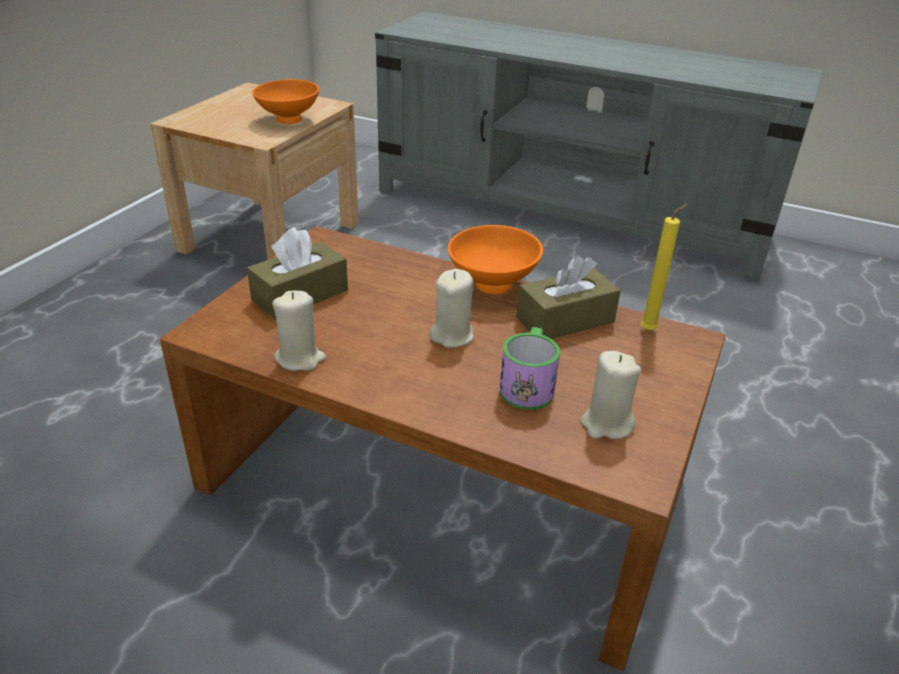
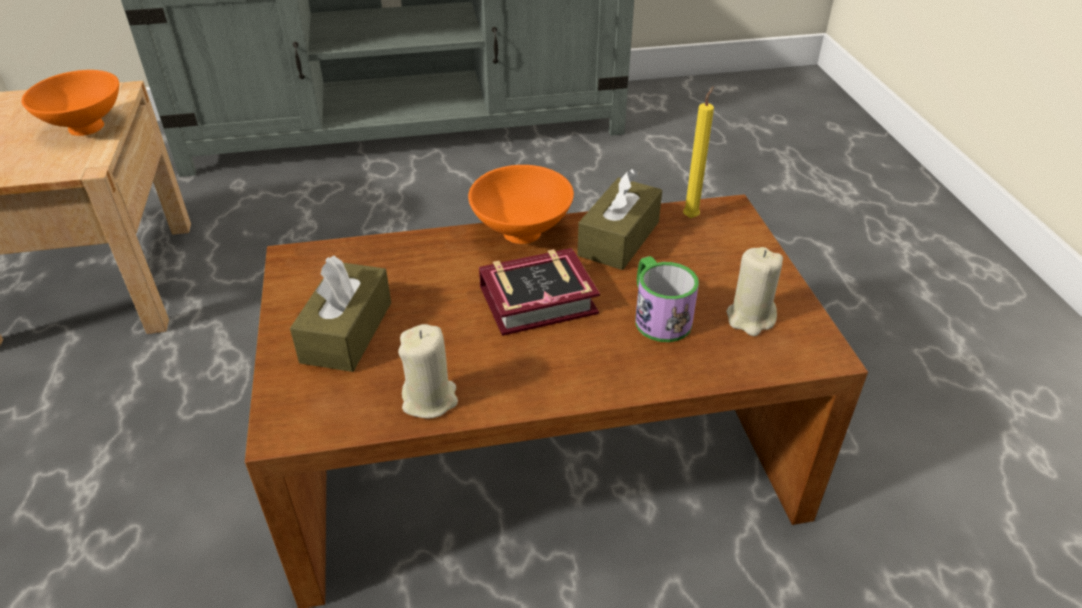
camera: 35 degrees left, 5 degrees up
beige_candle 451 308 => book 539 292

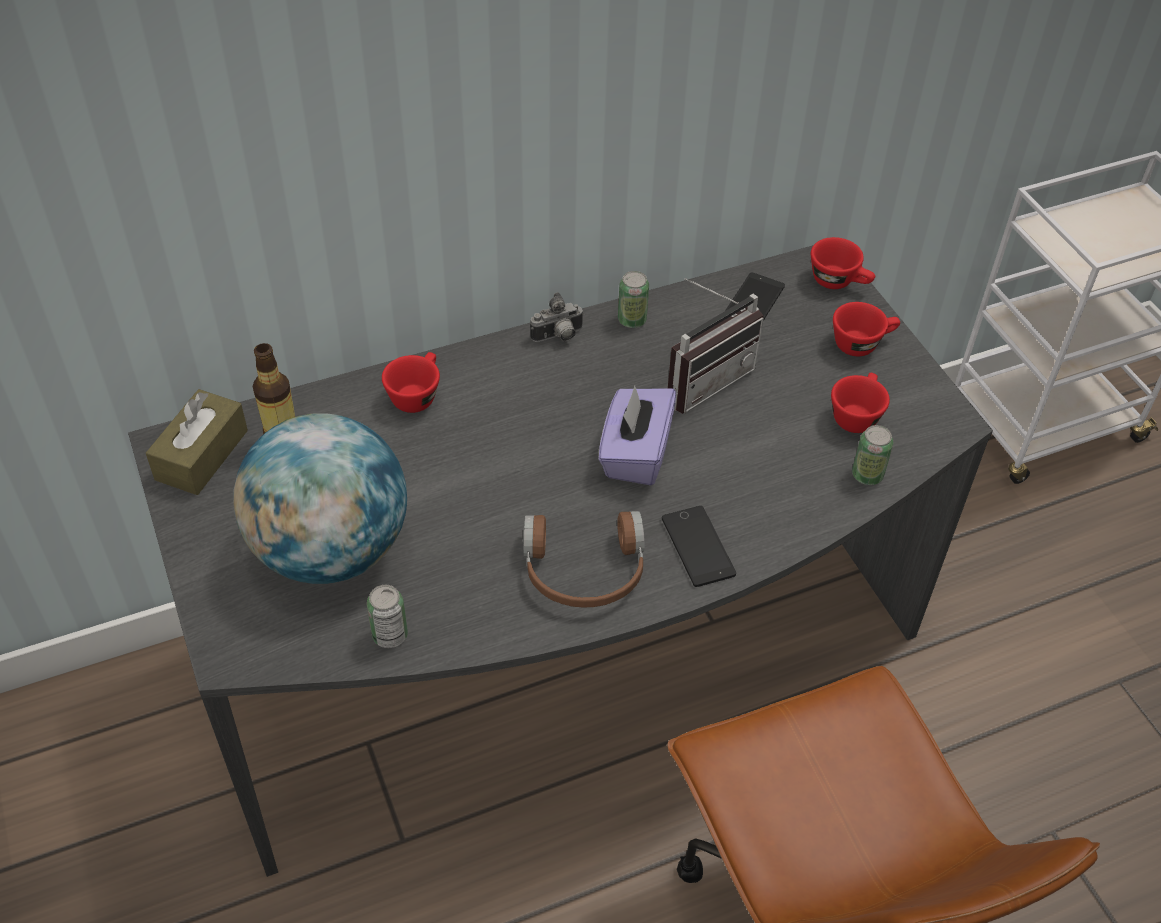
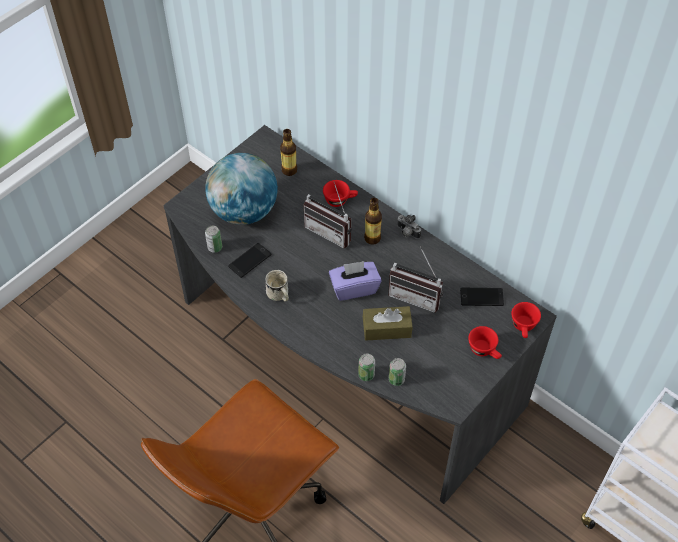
camera: 65 degrees right, 5 degrees up
brown_tissue_box 197 442 => brown_tissue_box 388 323, move
brown_headphones 584 559 => white_mug 277 286
can 633 299 => can 366 367, move
phone 699 546 => phone 249 260, move
red_cup 860 403 => nothing
nothing => radio 327 215
nothing => bottle 373 221

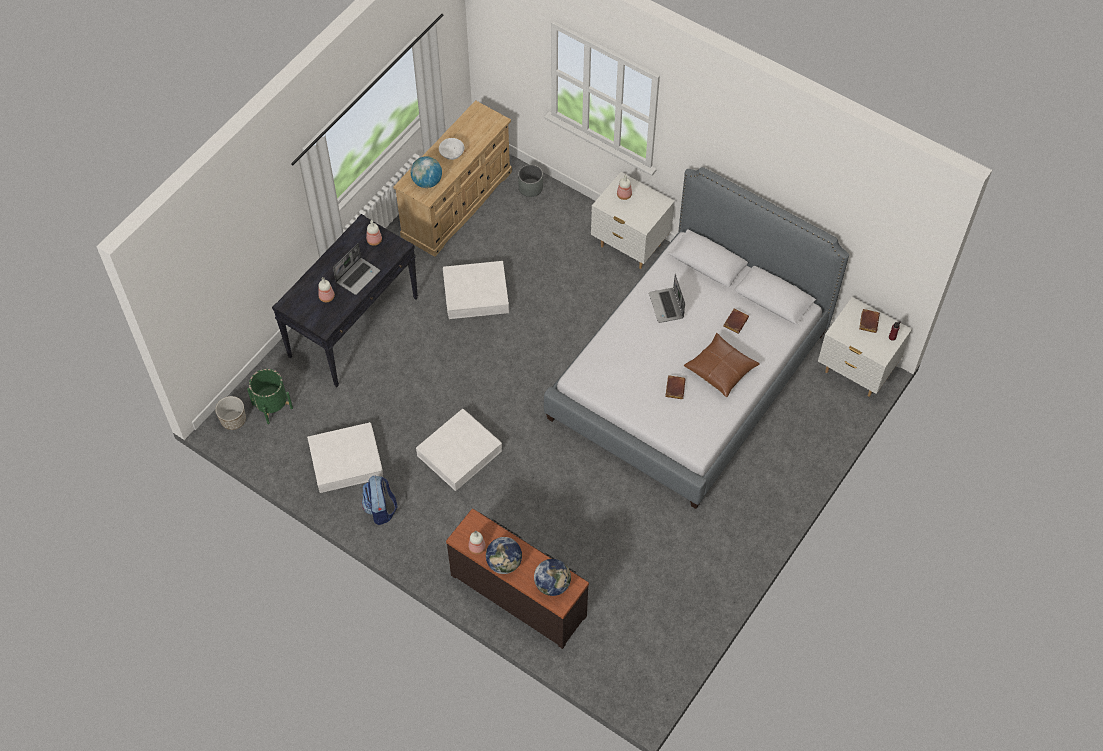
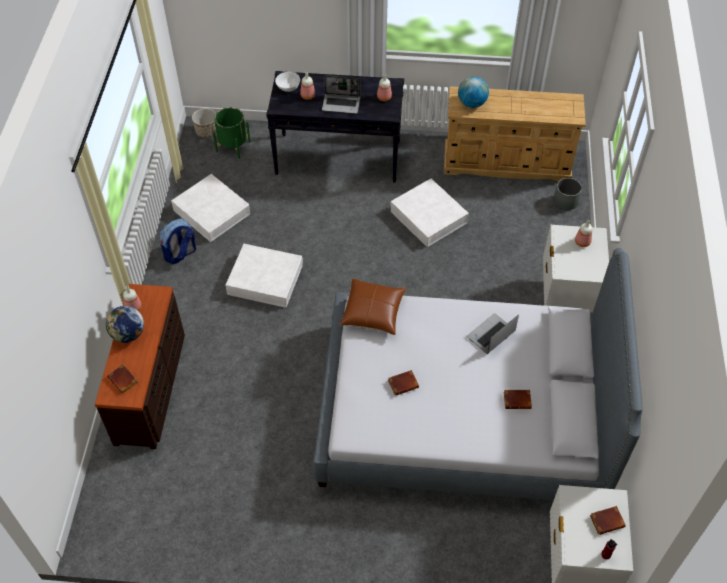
camera: 60 degrees right, 5 degrees down
white_bowl 451 149 => white_bowl 287 82, move
globe 552 577 => brown_book 122 379
brown_pillow 722 365 => brown_pillow 373 307, move

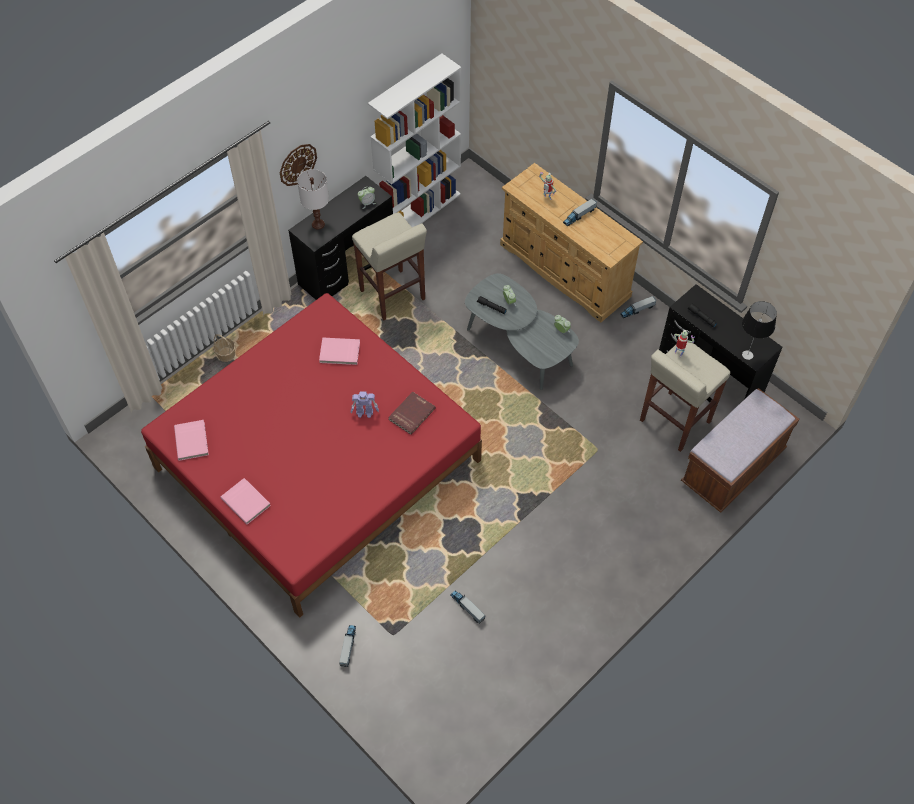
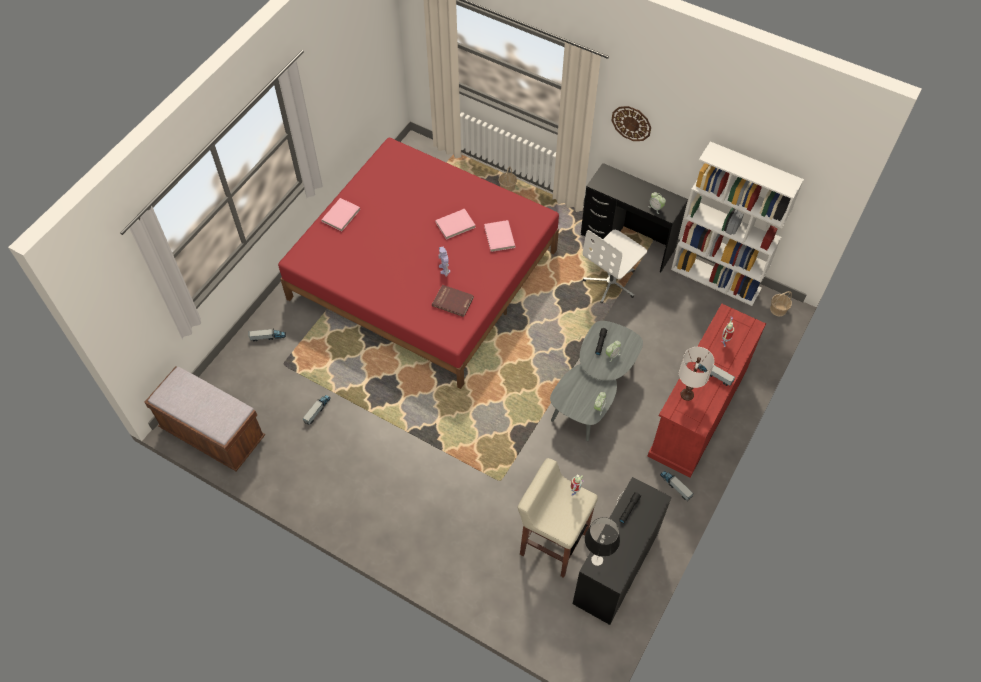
camera: 75 degrees right, 0 degrees up
pink_book 191 440 => pink_book 455 224, move
white_table_lamp 313 199 => white_table_lamp 696 374, move
beige_stool 389 266 => white_office_chair 615 266
beige_dresser 571 242 => red_dresser 707 391
brown_bench 740 450 => brown_bench 204 419, move
nothing => basket 781 303

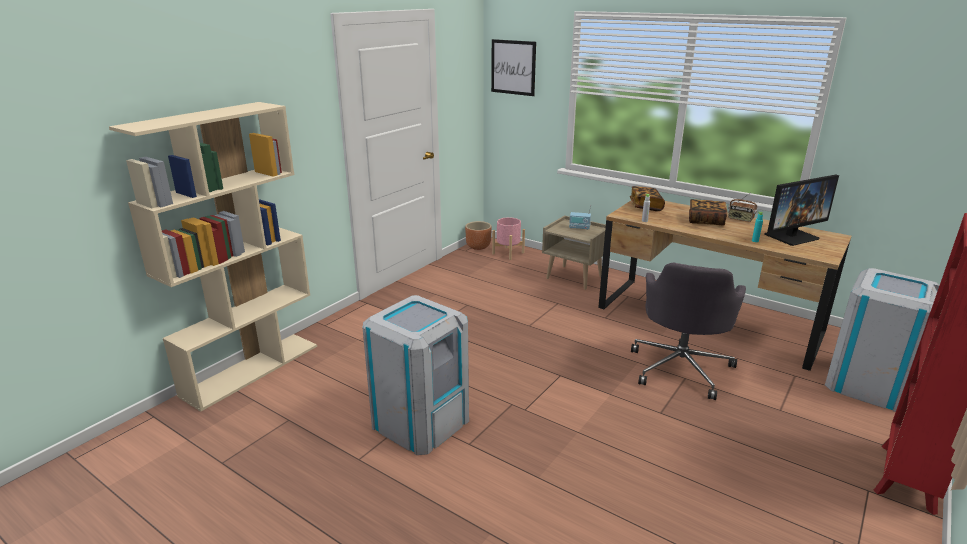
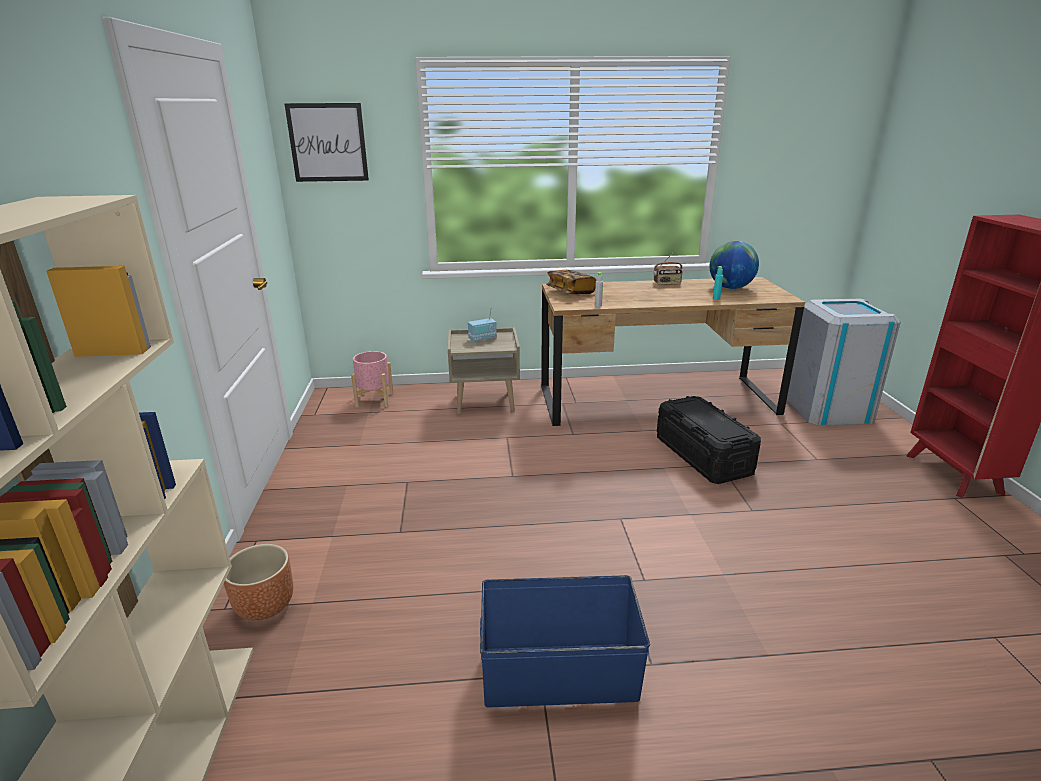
camera: 40 degrees left, 0 degrees up
grey_trash_can 416 375 => blue_storage_box 565 641
brown_planter 478 235 => brown_planter 258 582, move
grey_office_chair 688 331 => black_storage_box 709 440
book 708 212 => nothing
monitor 801 210 => globe 734 265

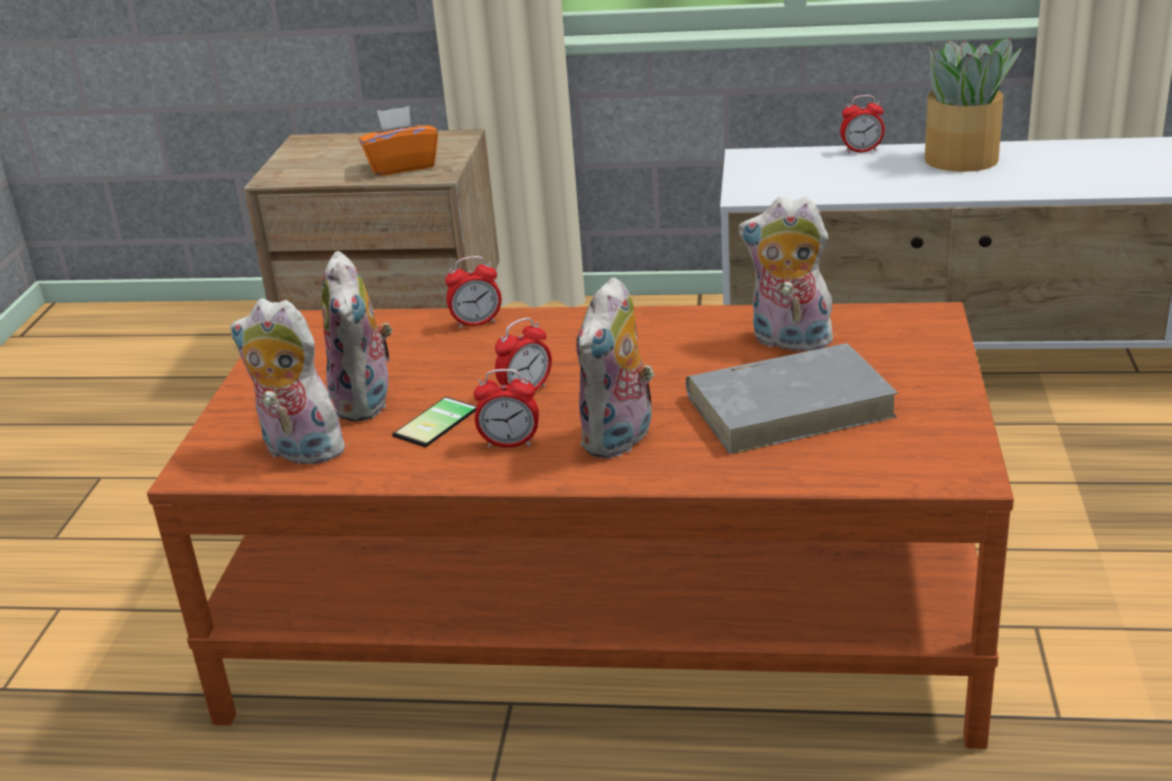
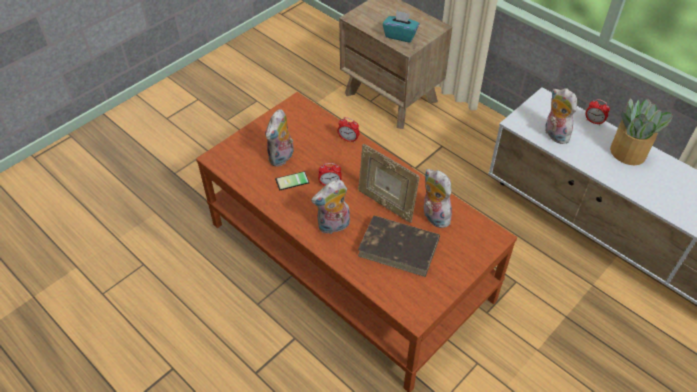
camera: 35 degrees right, 20 degrees up
plush_toy 290 381 => plush_toy 561 116, move
orange_tissue_box 398 141 => turquoise_tissue_box 401 26
alarm_clock 506 408 => nothing
grey_book 792 398 => brown_book 399 246
nothing => picture_frame 389 183

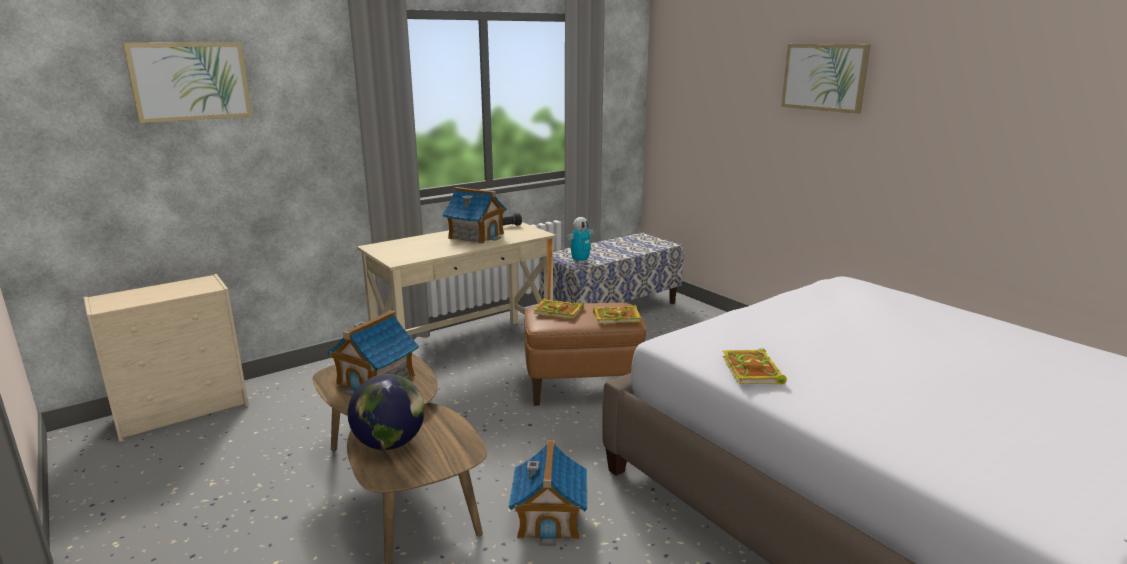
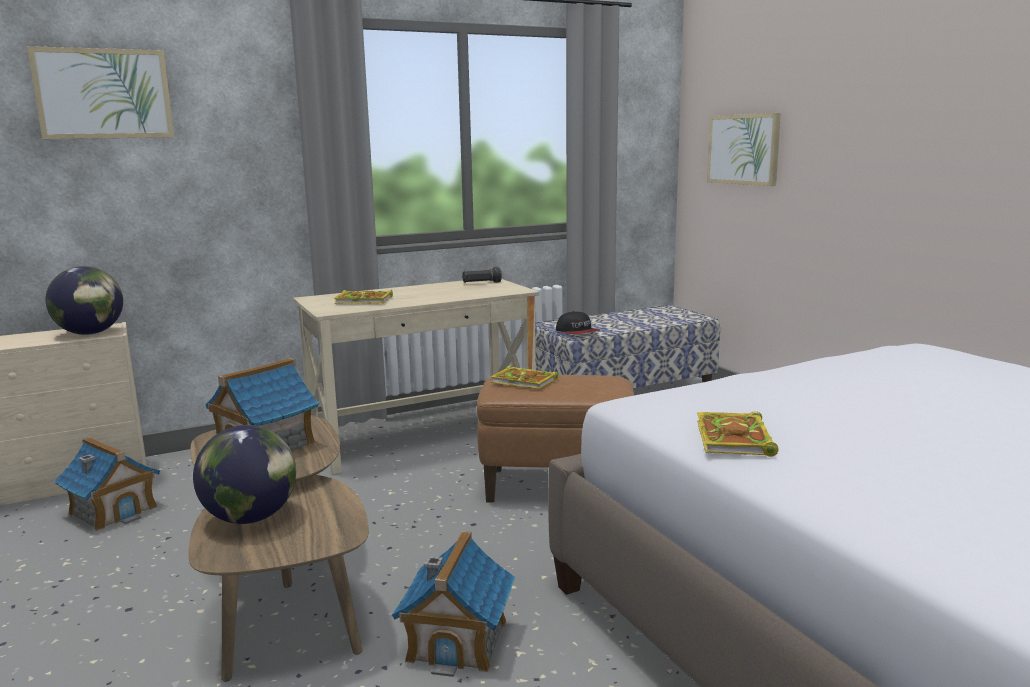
camera: 10 degrees right, 5 degrees down
toy_house 474 215 => toy_house 106 484, move
toy_robot 580 240 => cap 578 322
book 617 314 => book 363 297, move
picture 826 79 => picture 744 149, move
nothing => globe 84 300

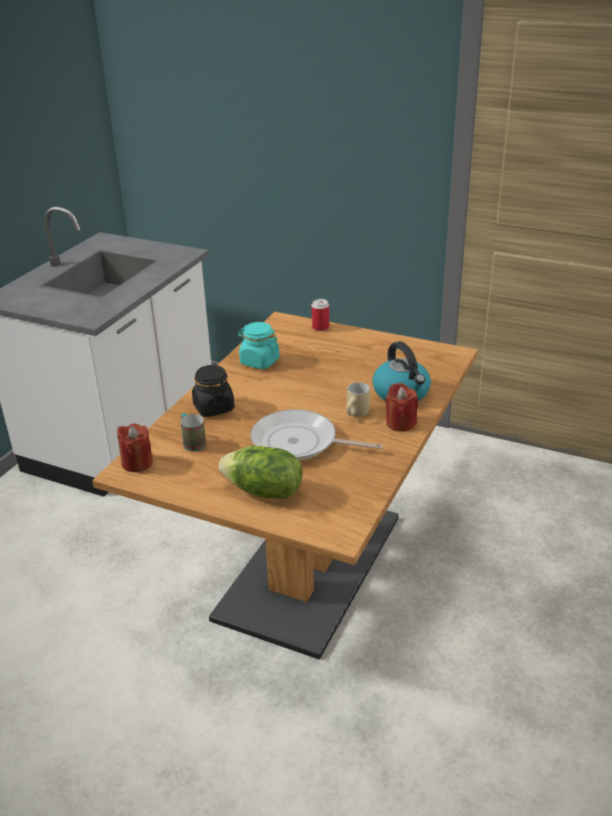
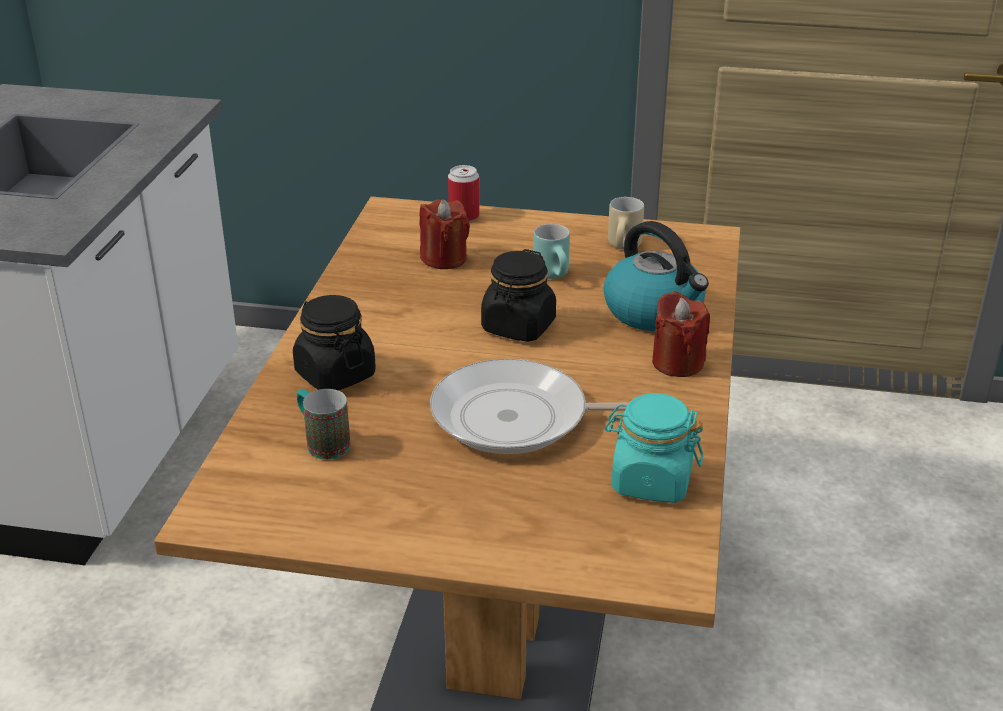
camera: 15 degrees left, 0 degrees up
red_candle 135 447 => red_candle 445 234, move
lettuce 261 472 => nothing
turquoise_jar 258 345 => turquoise_jar 654 448, move
beige_mug 358 399 => beige_mug 626 223, move
nothing => black_jar 518 295
nothing => turquoise_mug 551 251

